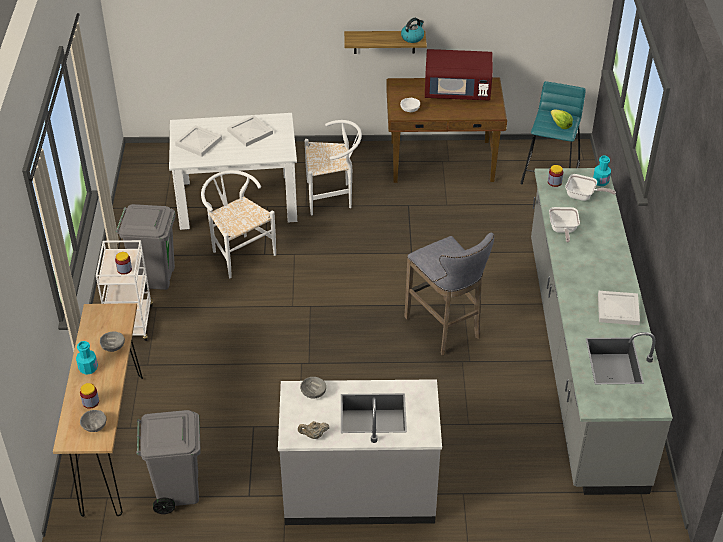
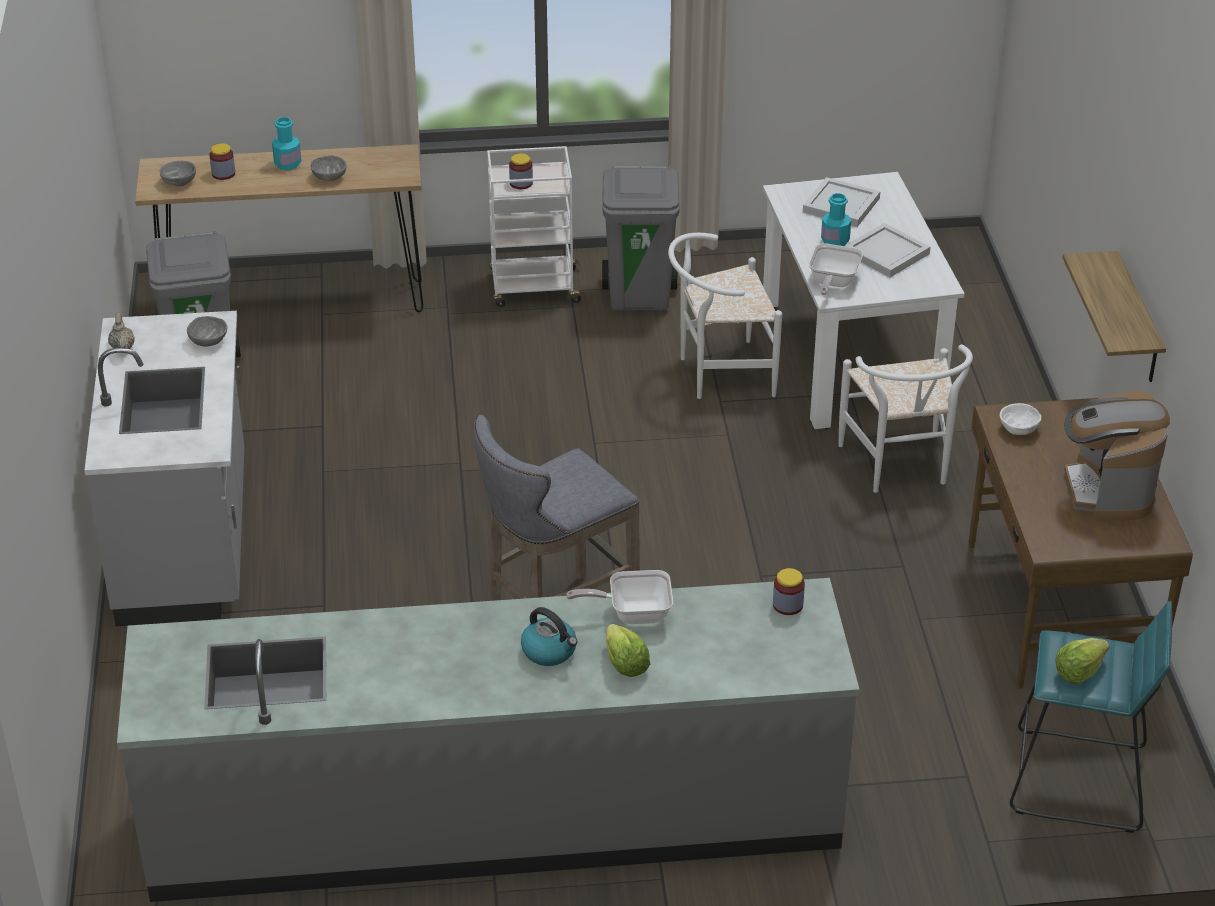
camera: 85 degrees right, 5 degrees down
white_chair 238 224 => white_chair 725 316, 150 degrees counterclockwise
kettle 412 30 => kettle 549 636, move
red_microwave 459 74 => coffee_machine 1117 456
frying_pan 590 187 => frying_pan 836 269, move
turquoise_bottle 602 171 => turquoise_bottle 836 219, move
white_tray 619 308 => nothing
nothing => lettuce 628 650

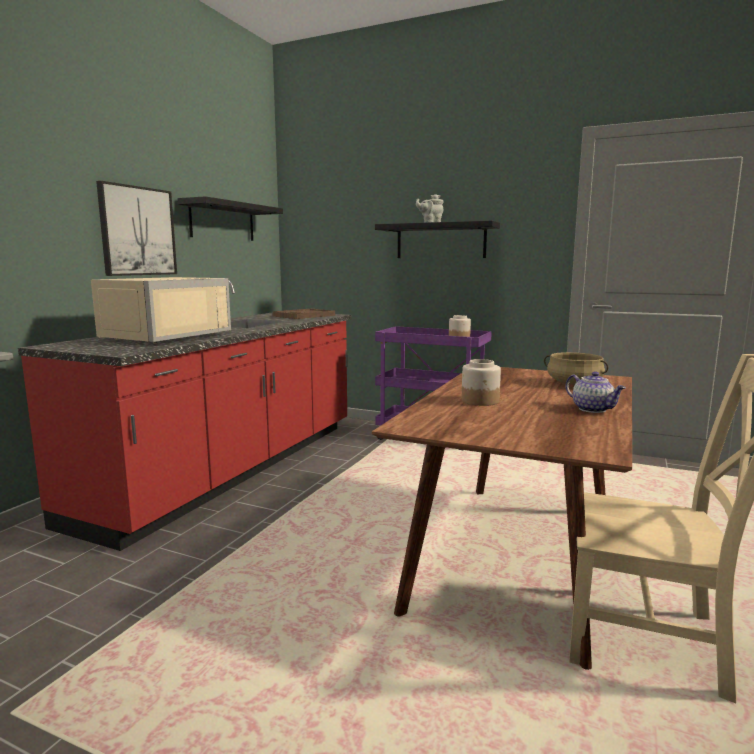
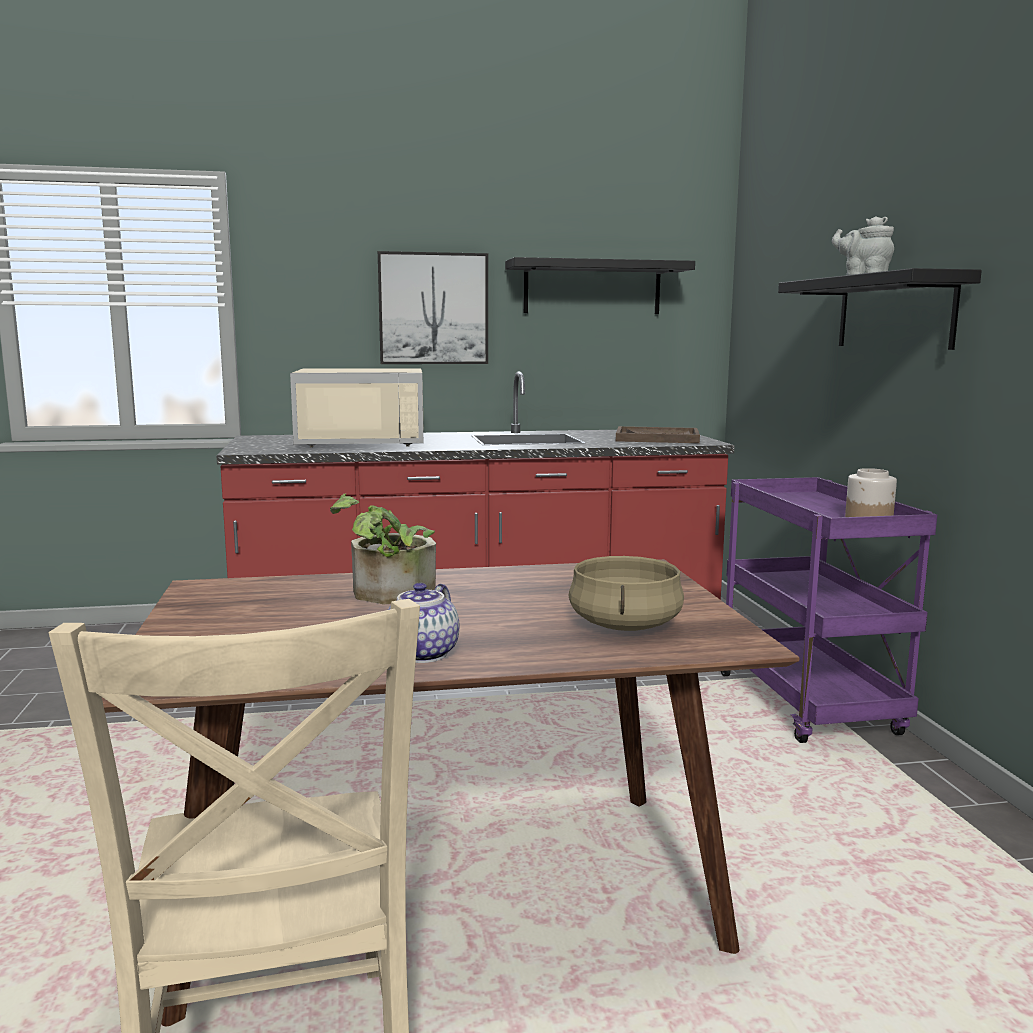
camera: 55 degrees right, 0 degrees up
jar 481 382 => potted_plant 383 549

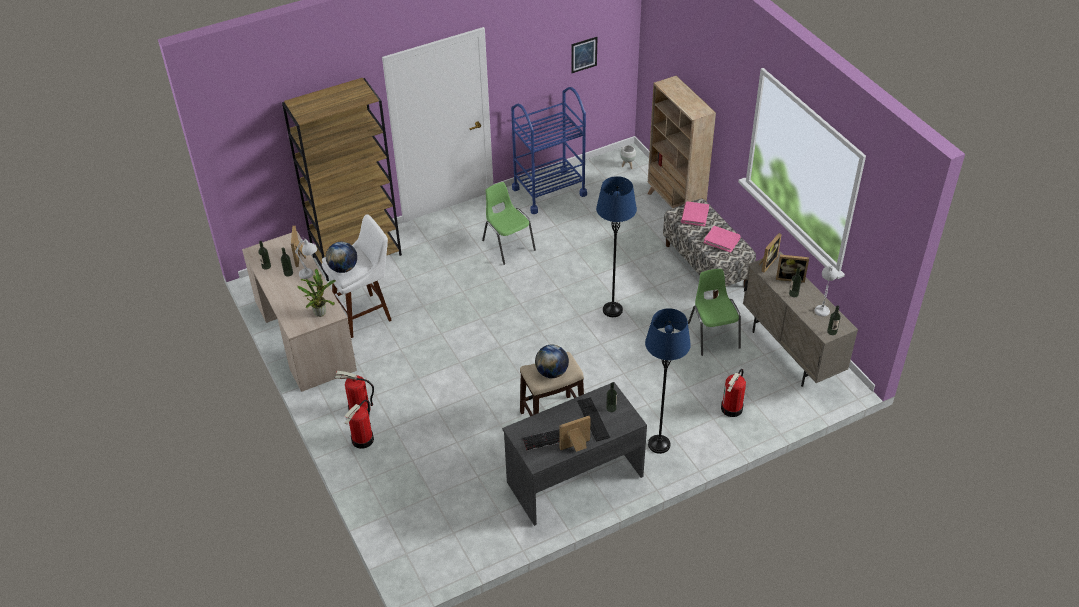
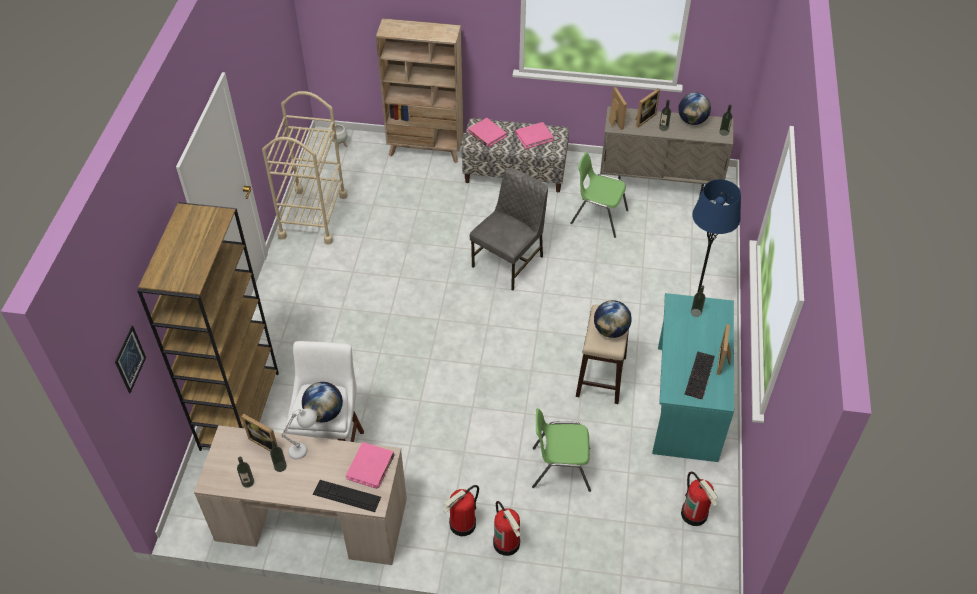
camera: 55 degrees left, 5 degrees up
potted_plant 317 293 => pink_book 370 465
green_chair 509 223 => green_chair 561 450, move
grey_desk 574 454 => turquoise_desk 693 377
blue_cart 549 150 => beige_cart 305 168
picture 584 55 => picture 130 359, move
keyboard 593 420 => keyboard 347 496, move
blue_floor_lamp 616 246 => grey_chair 509 229
fire_extinguisher 733 393 => fire_extinguisher 699 499, move
white_table_lamp 826 291 => globe 694 108

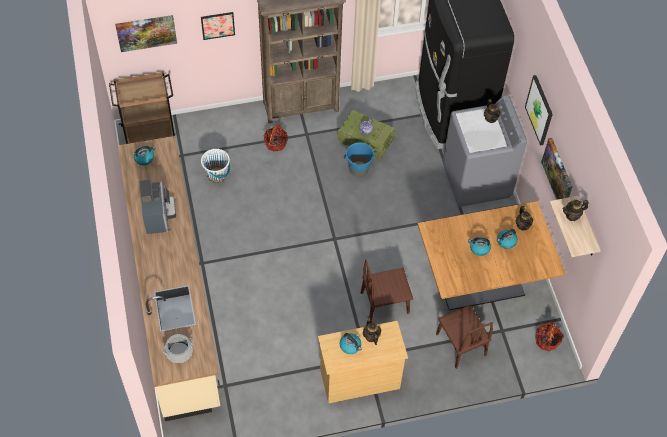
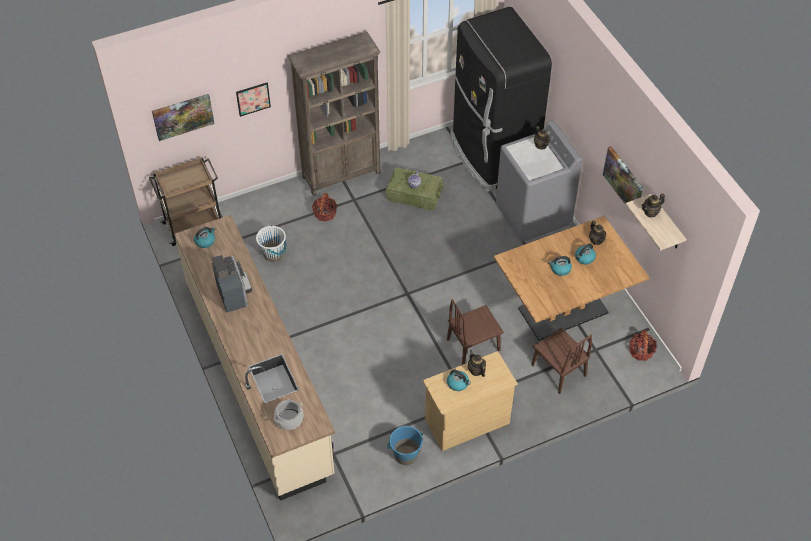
camera: 10 degrees left, 5 degrees down
blue_bucket 359 160 => blue_bucket 405 445, move
picture 539 110 => nothing

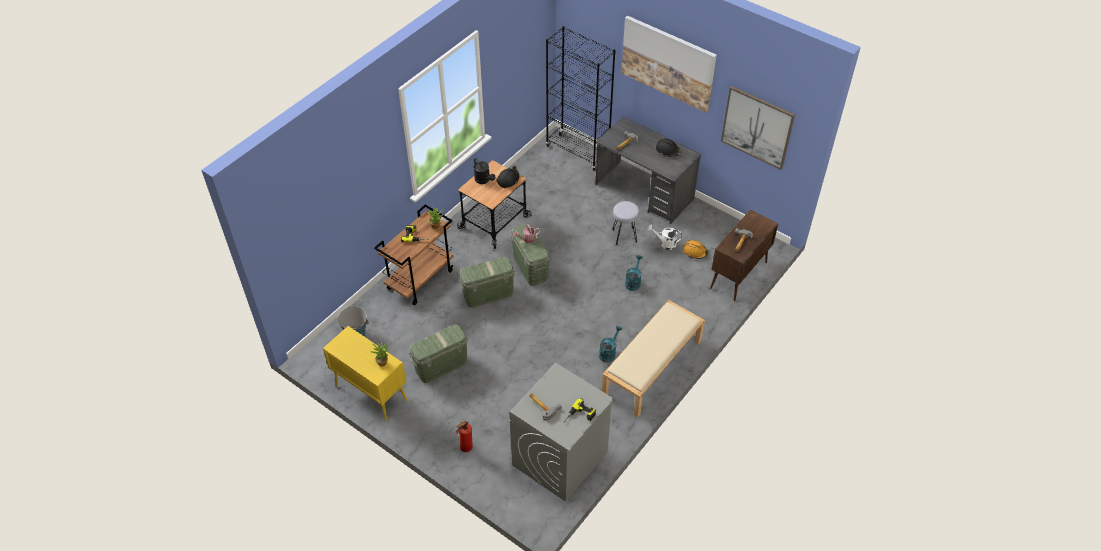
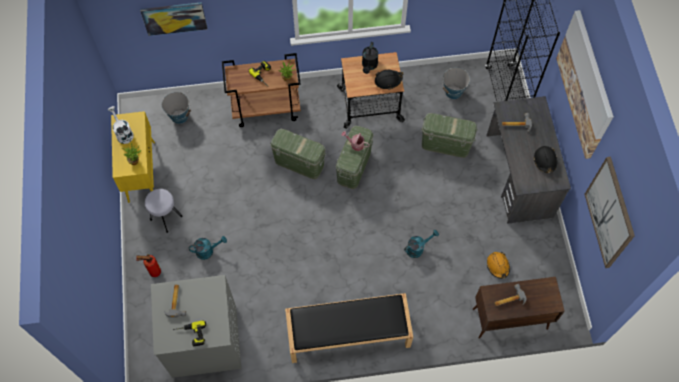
camera: 45 degrees right, 15 degrees up
green_storage_box 438 354 => green_storage_box 449 135, move
turquoise_watering_can 610 344 => turquoise_watering_can 208 248, move
beige_bench 653 359 => black_bench 349 328
grey_stool 626 223 => grey_stool 163 211, move
white_watering_can 664 237 => white_watering_can 120 125, move
nothing => picture 173 19
nothing => bucket 456 83

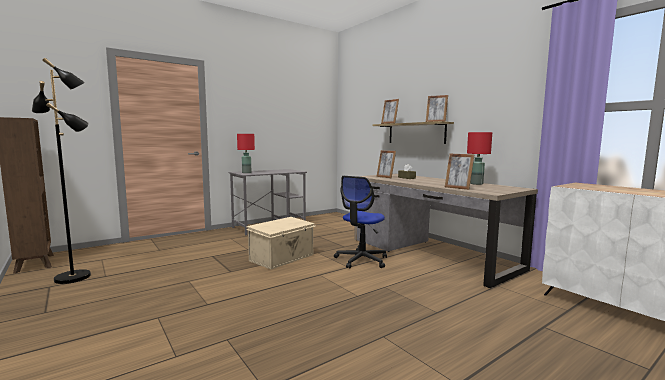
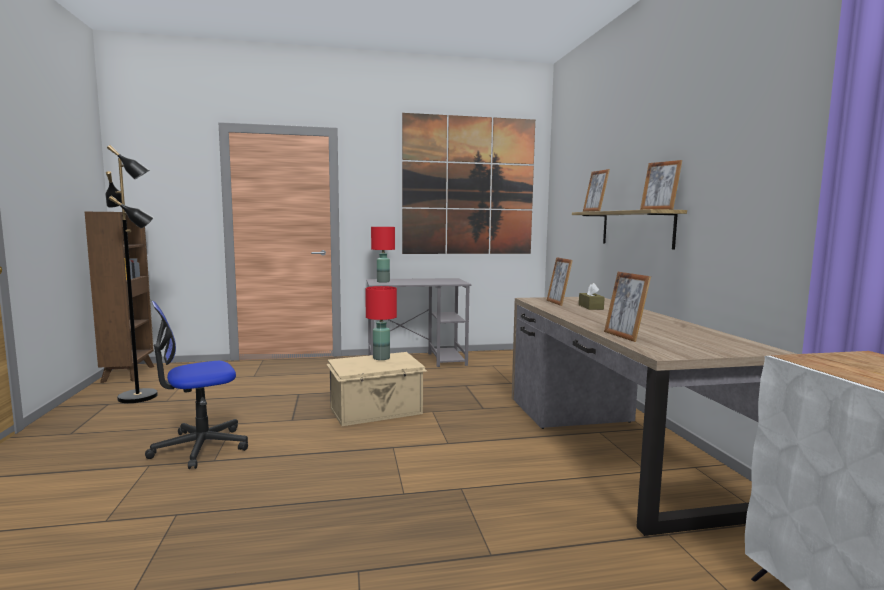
camera: 25 degrees right, 0 degrees up
office_chair 360 222 => office_chair 196 385, move
red_table_lamp 479 158 => red_table_lamp 381 323, move
nothing => picture 468 183

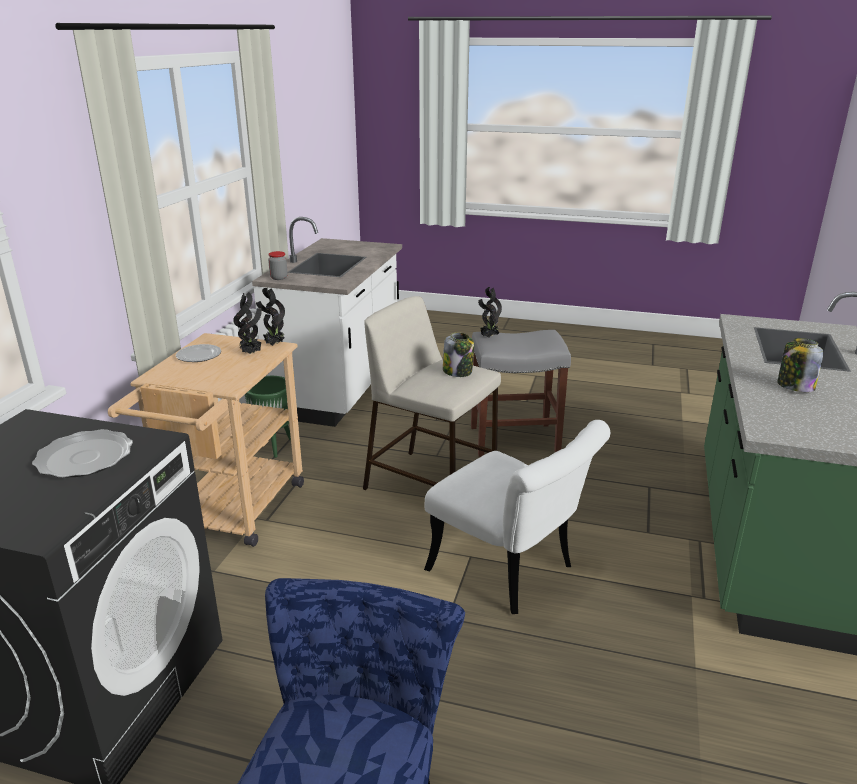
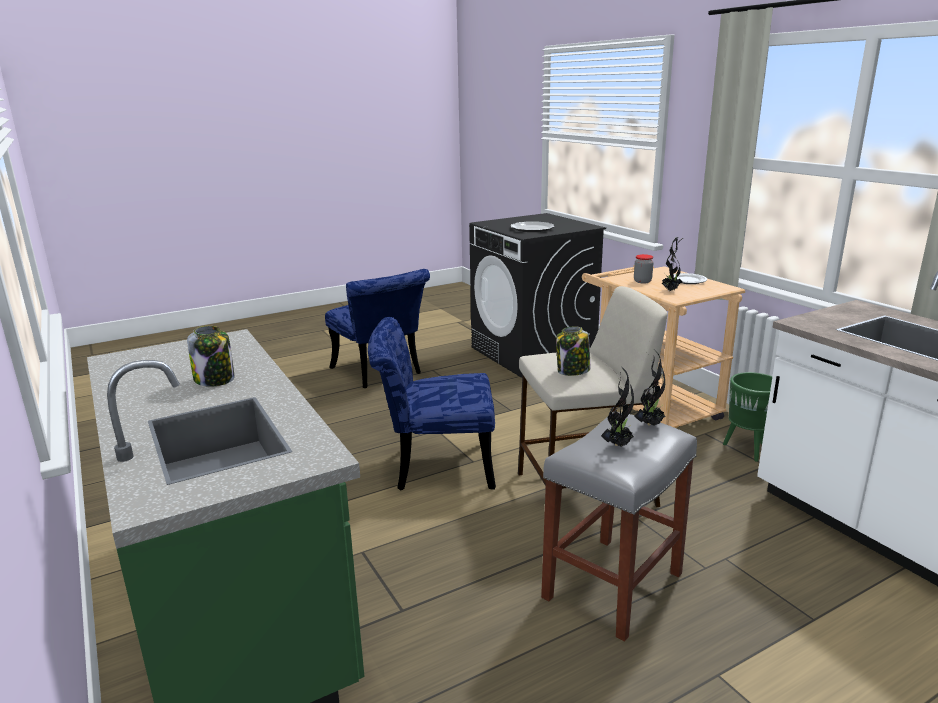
camera: 135 degrees right, 5 degrees down
potted_plant 270 317 => potted_plant 617 407, move
jar 278 265 => jar 643 268, move
white_chair 517 517 => blue_chair 432 403

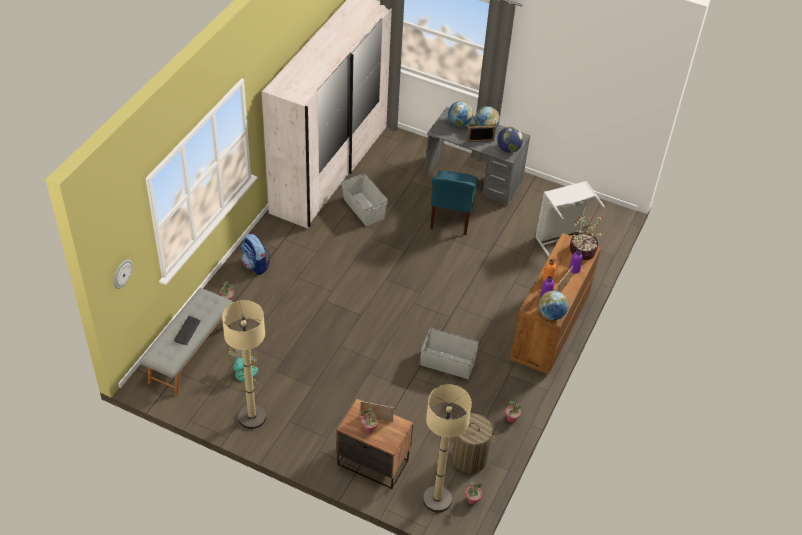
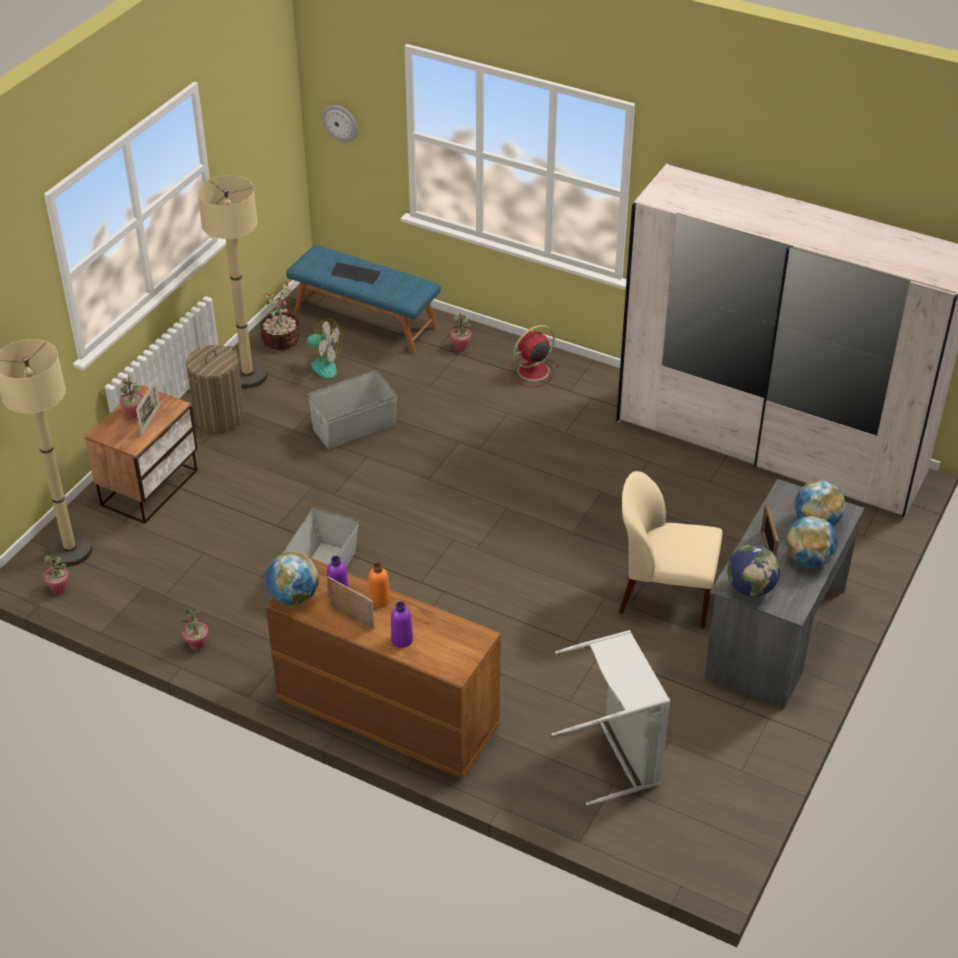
camera: 95 degrees right, 5 degrees down
grey_bench 186 342 => blue_bench 363 299
backpack 256 254 => red_fan 534 356
grey_storage_box 364 199 => grey_storage_box 352 409, move
blue_chair 454 203 => beige_chair 671 549
laundry_basket 473 443 => laundry_basket 215 389, move
potted_plant 586 237 => potted_plant 280 316, move

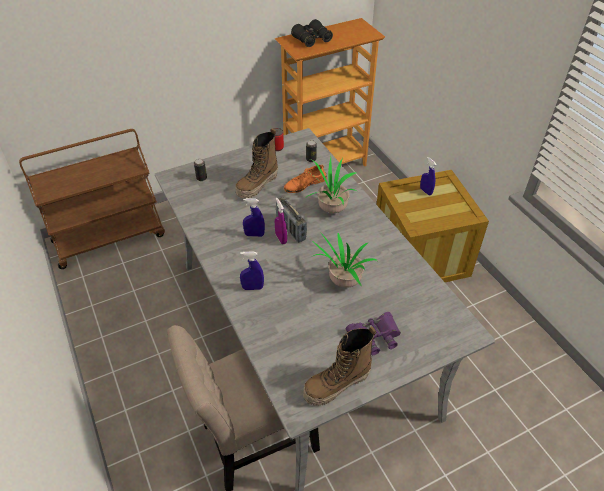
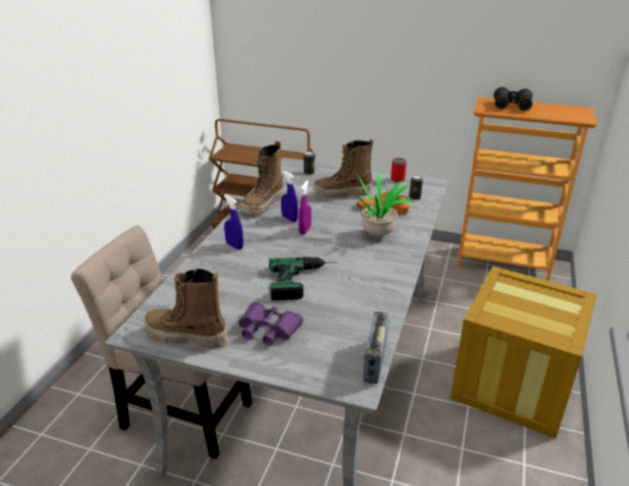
camera: 45 degrees right, 15 degrees down
radio 291 219 => radio 375 348, move
potted_plant 344 260 => power_drill 303 278
blue_spray_bottle 428 176 => nothing
nothing => boot 262 178

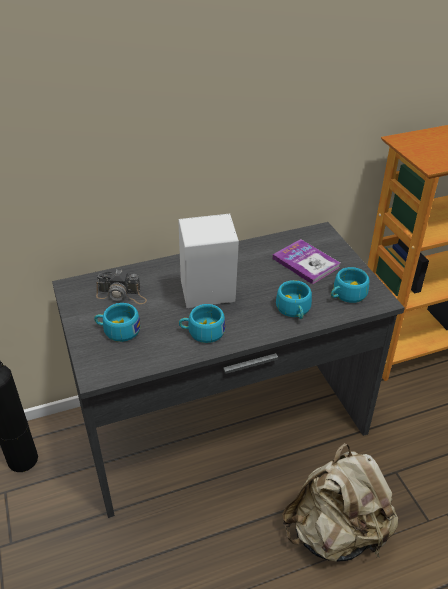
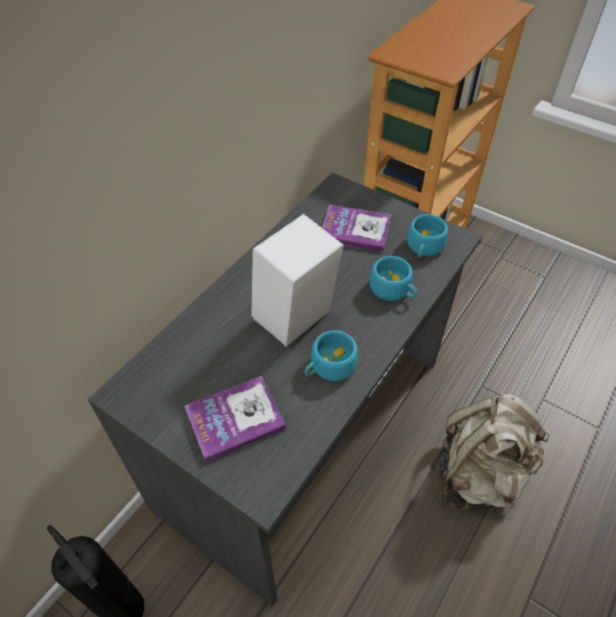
camera: 35 degrees left, 10 degrees up
turquoise_cup 117 322 => book 235 419
photo_camera 121 286 => nothing

